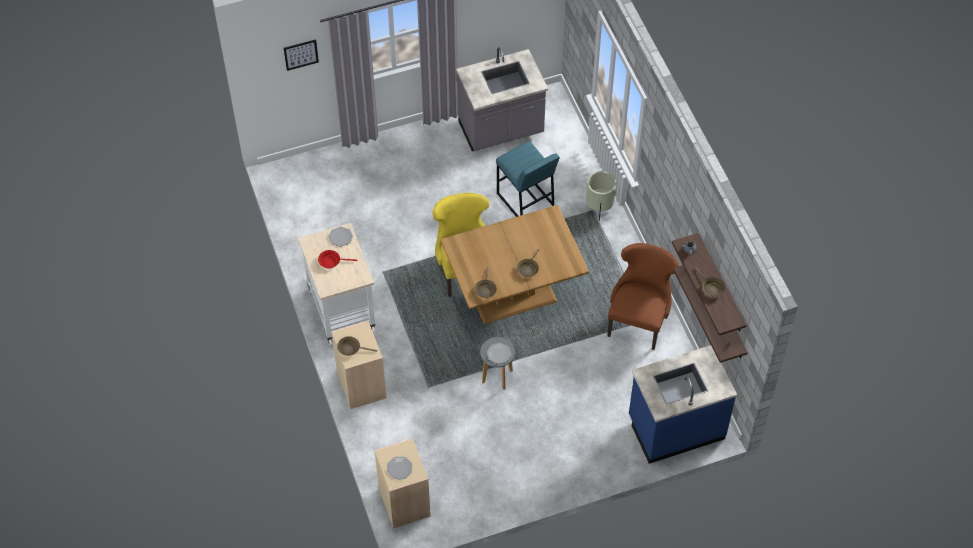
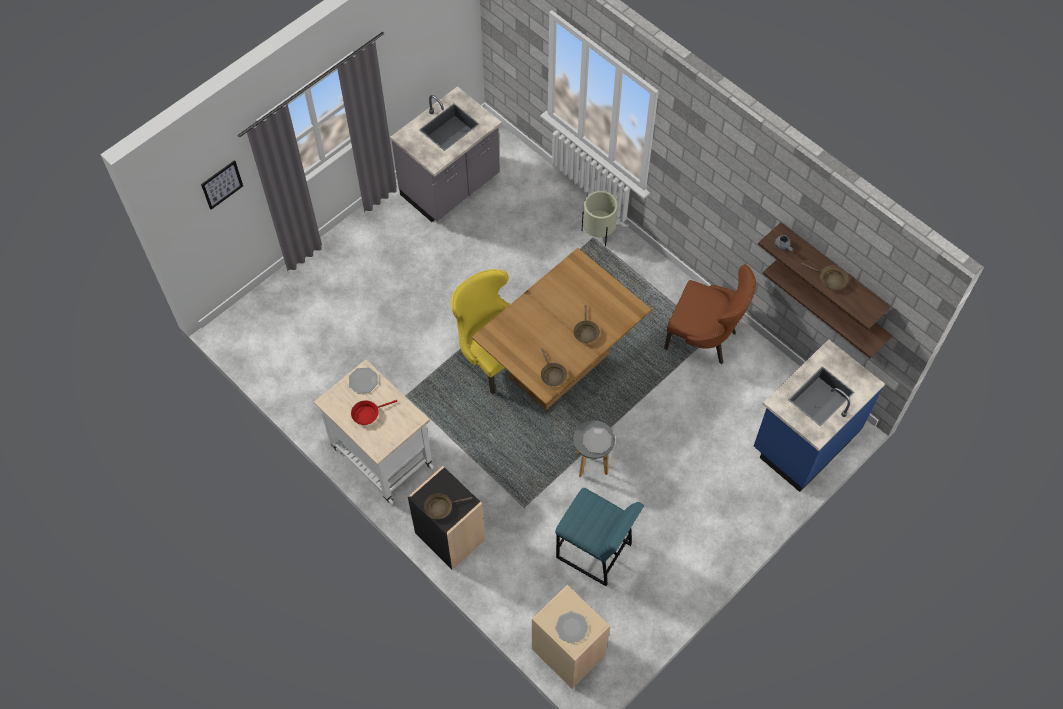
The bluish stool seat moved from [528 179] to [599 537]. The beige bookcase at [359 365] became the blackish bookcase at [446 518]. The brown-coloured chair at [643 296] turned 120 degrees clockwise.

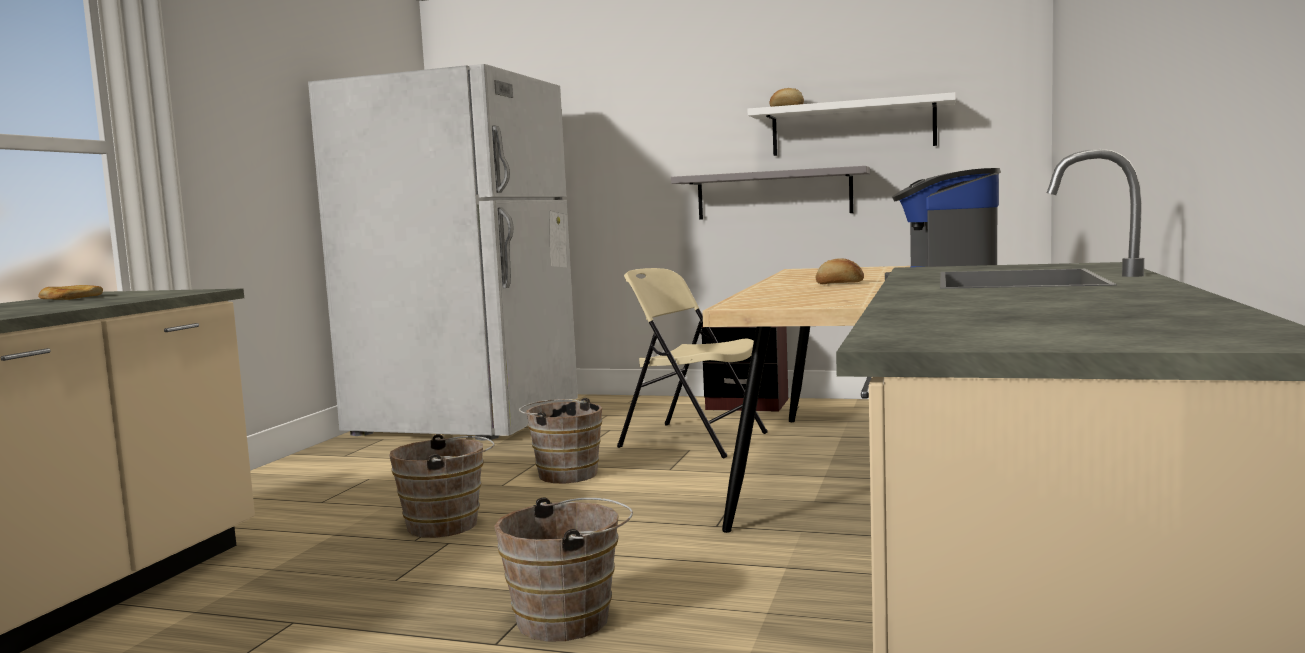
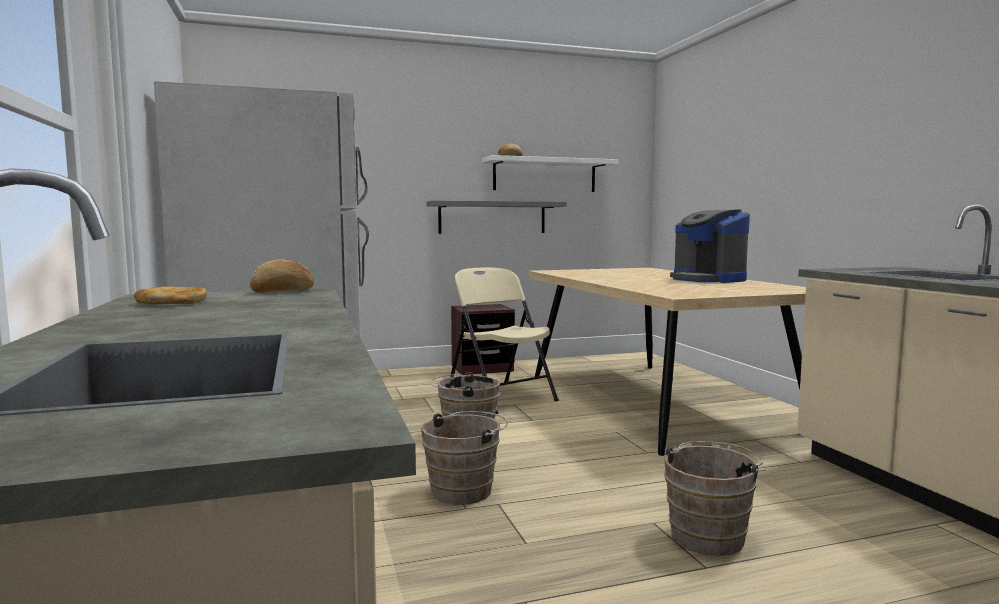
The baked bread moved from [840 271] to [282 276]. The beige chair at [692 363] turned 60 degrees clockwise.

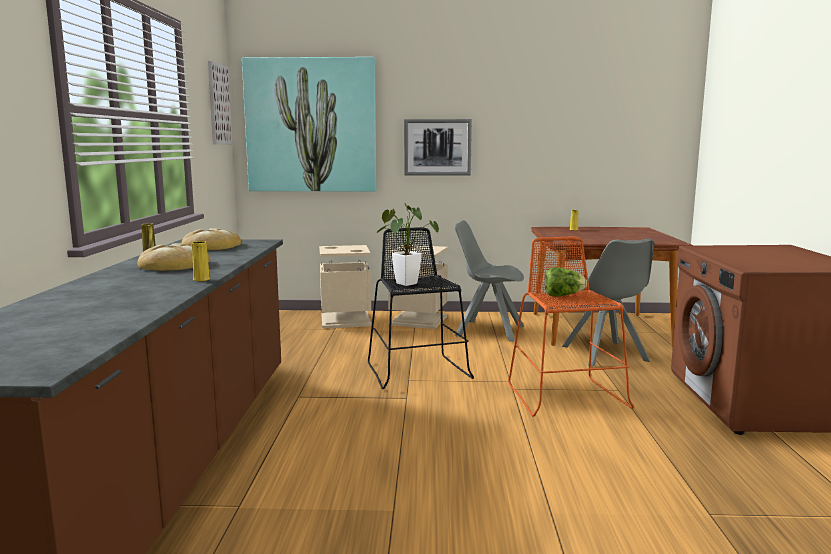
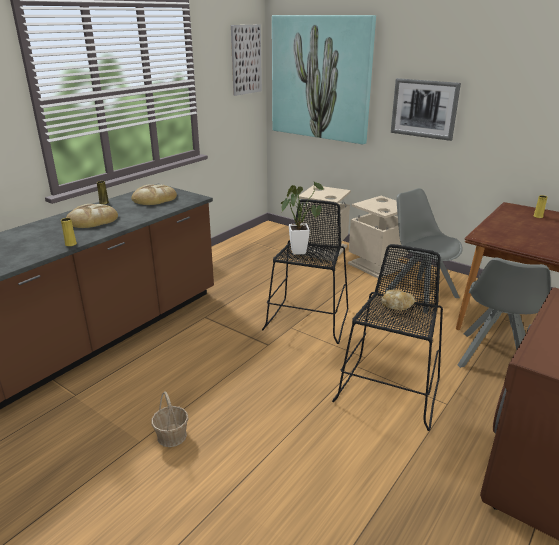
The household basket at [170 419] appeared. The lettuce head at [566 282] was replaced by the baked bread at [398 300]. The orange stool seat at [571 326] became the blackish stool seat at [387 337].

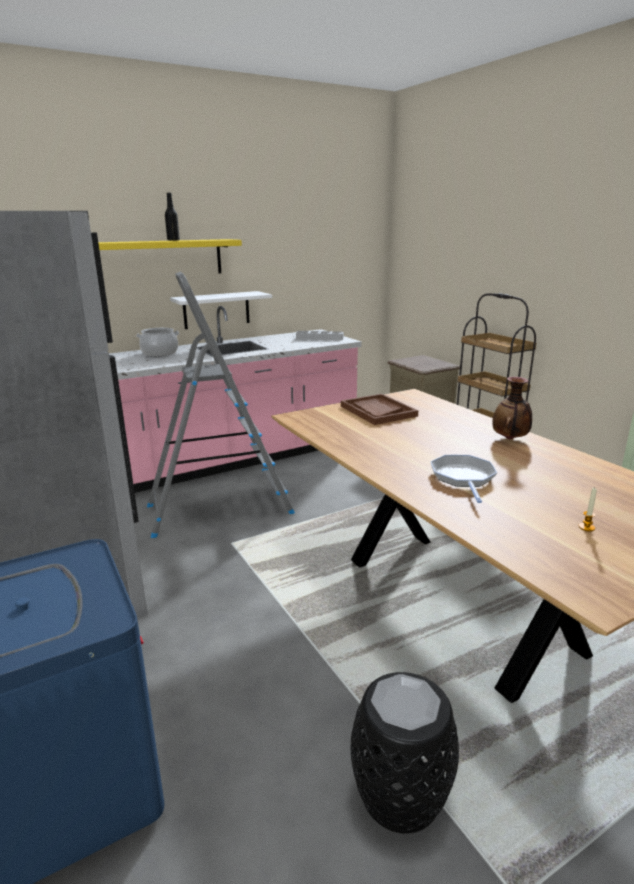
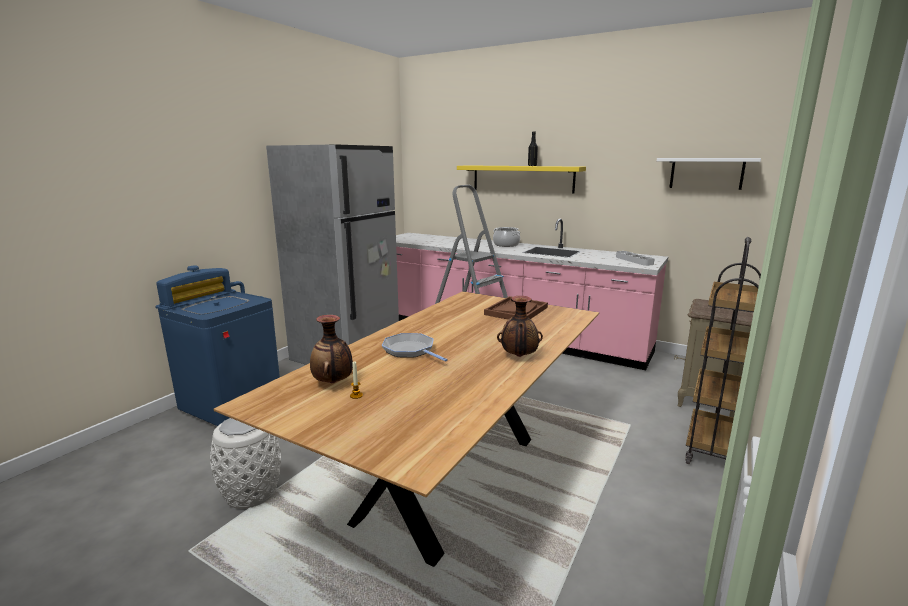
The decorative vase at [331 349] appeared. The whitish bracket shelf moved from [221 310] to [709 174]. The blackish stool seat at [405 753] became the whitish stool seat at [245 465]. The skillet at [464 479] turned 105 degrees counterclockwise.

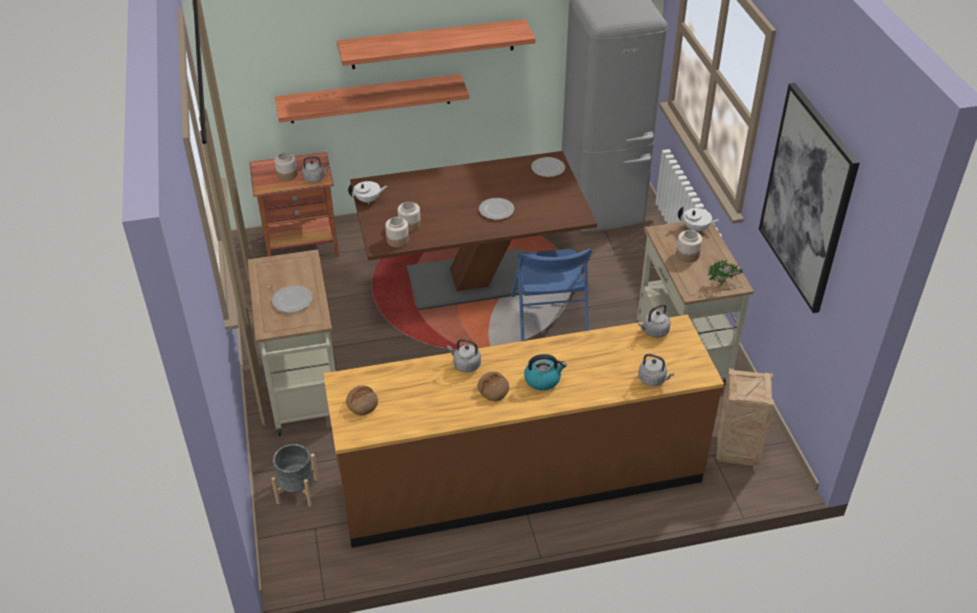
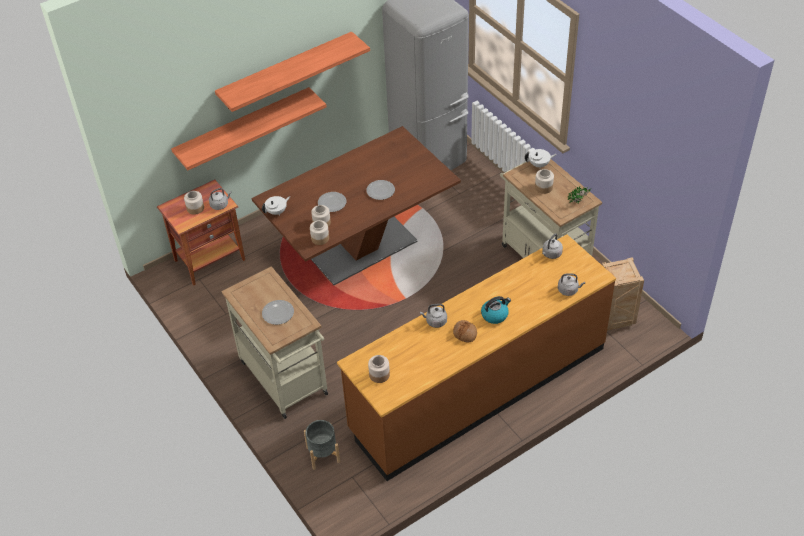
The bluish chair at [551 295] disappeared. The wall picture at [809 198] disappeared. The plate moved from [548 167] to [332 202]. The baked bread at [362 401] was replaced by the preserve jar at [379 369].

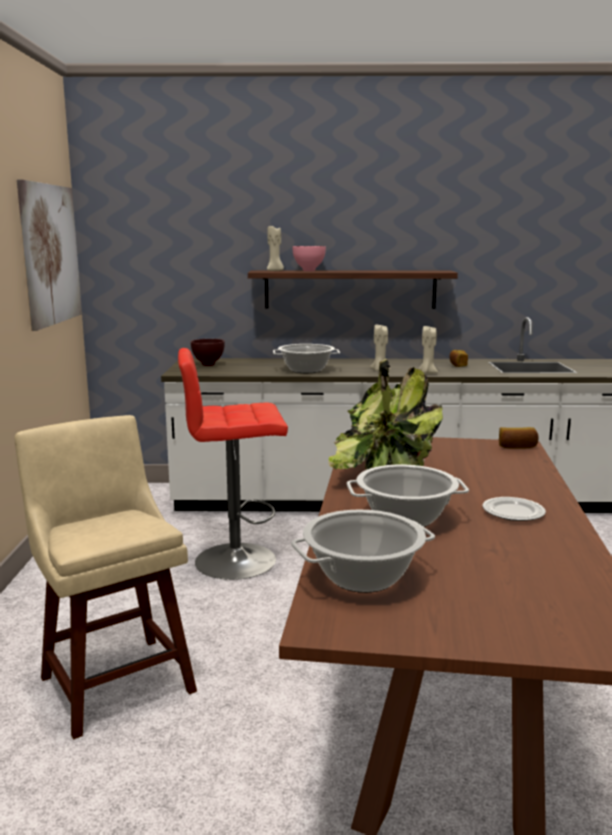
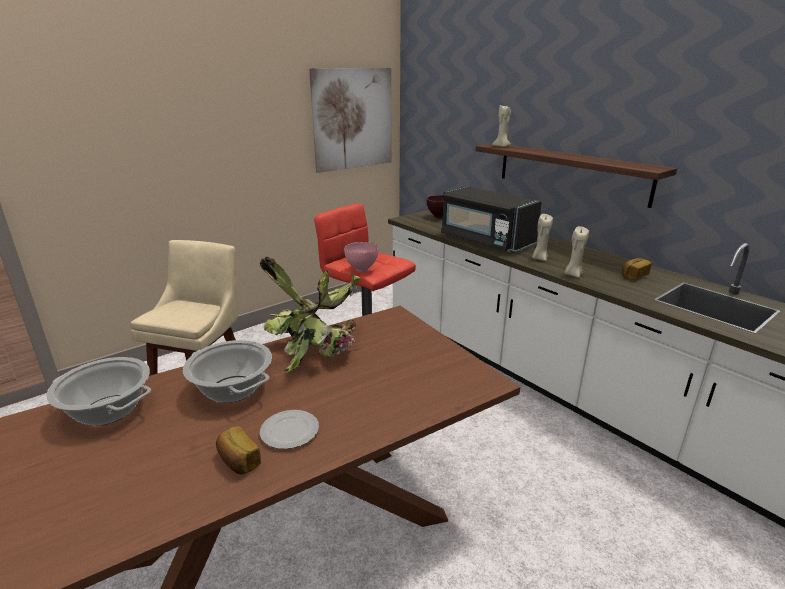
The pink bowl moved from [309 258] to [361 257]. The baked bread moved from [519 438] to [238 450]. The saucepot at [306 358] was replaced by the blackish kitchen microwave at [491 219].

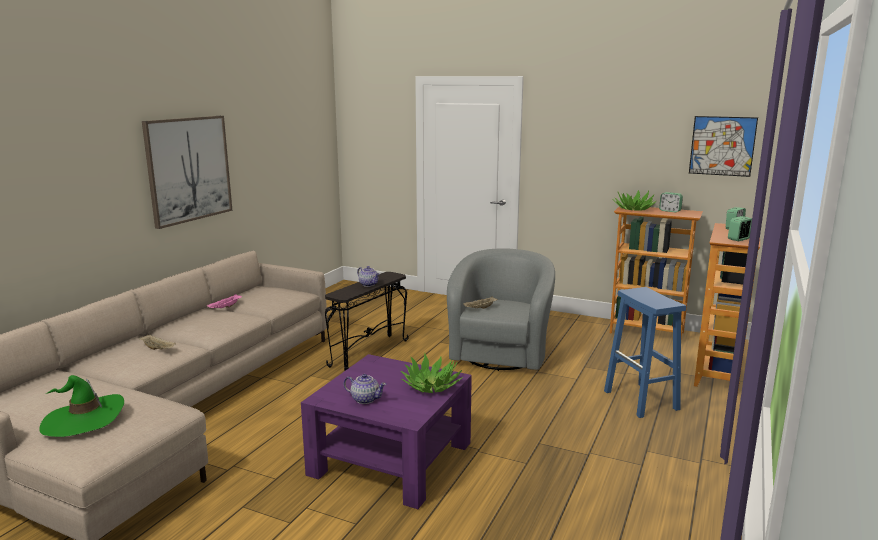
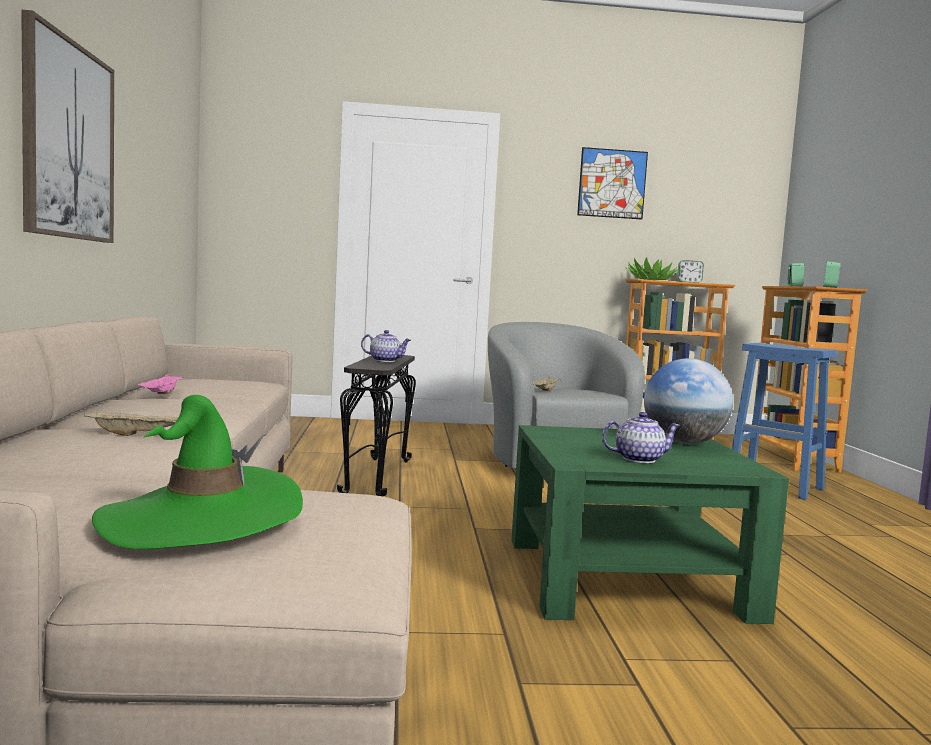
The wall picture moved from [723 146] to [612 183]. The plant in a pot at [432 373] was replaced by the desk globe at [688 401]. The purple low table at [386 431] became the green low table at [650 524].

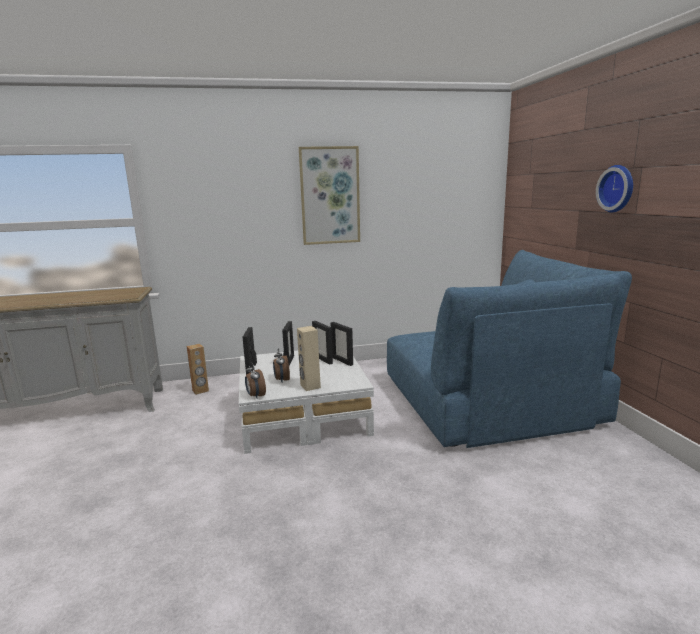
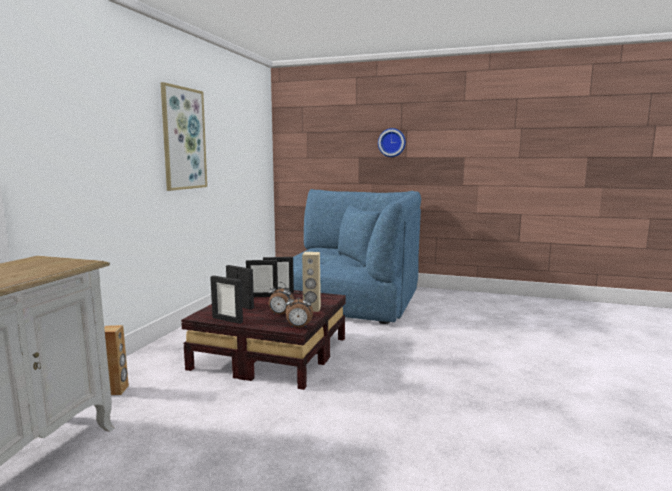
The whitish low table at [306 402] became the brown-coloured low table at [263 340].

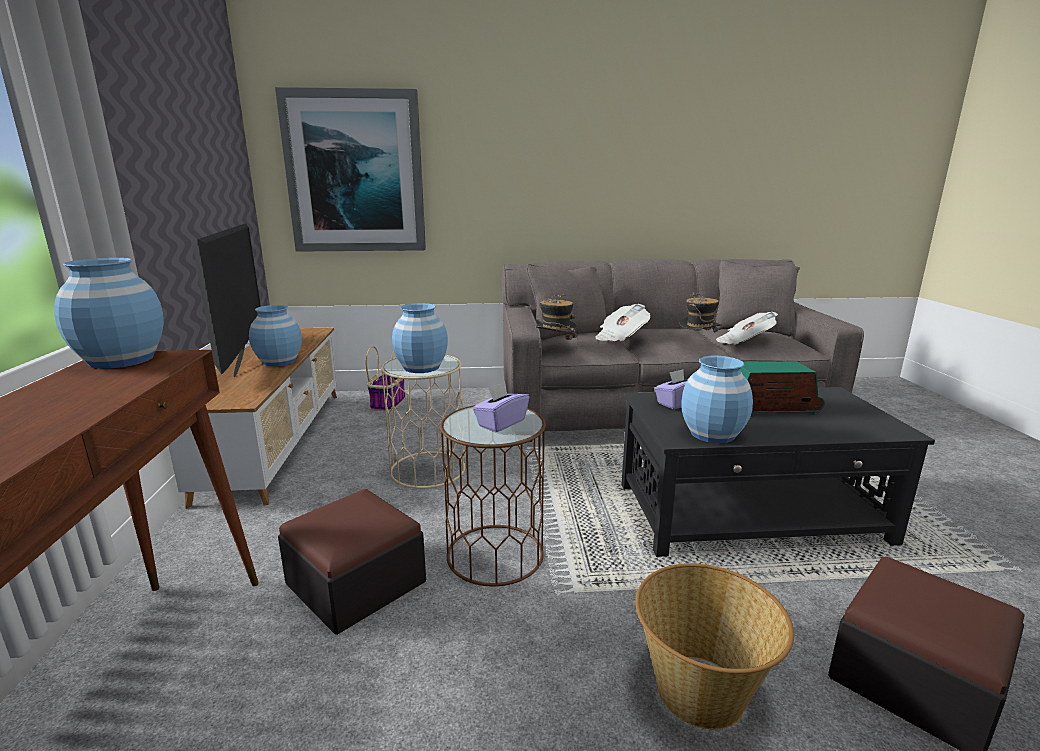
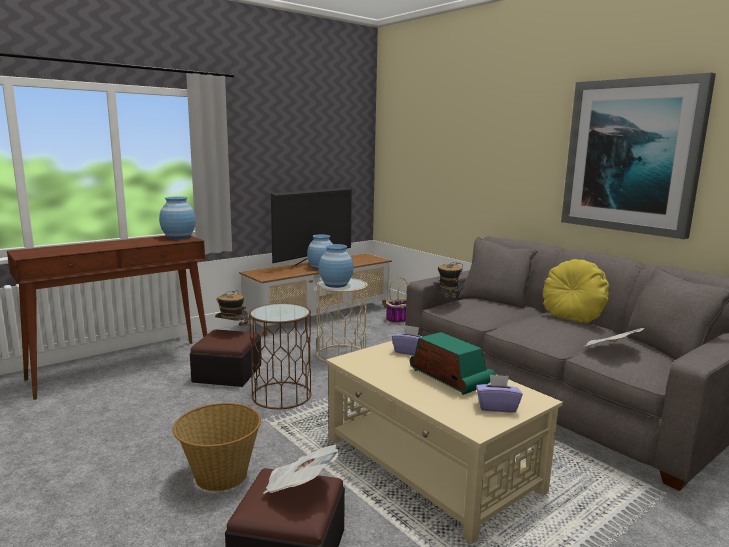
The bluish decorative vase at [717 399] disappeared. The yellow cushion at [576 291] appeared. The wall picture moved from [350 169] to [638 155]. The purple box of tissues moved from [501 407] to [499 393]. The printed paper moved from [623 322] to [301 469]. The wearable hat moved from [700 312] to [232 308]. The blackish low table at [778 472] became the beige low table at [444 442].

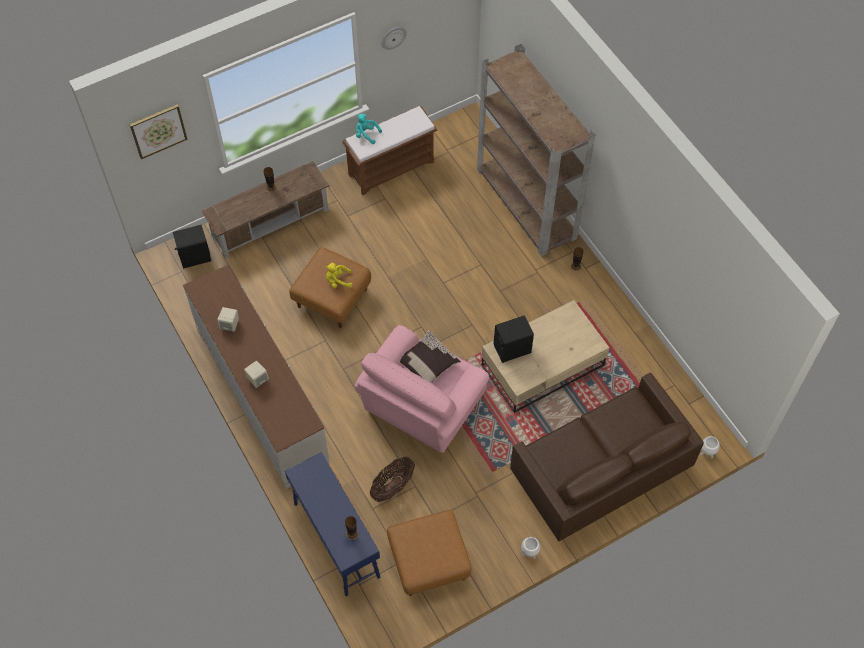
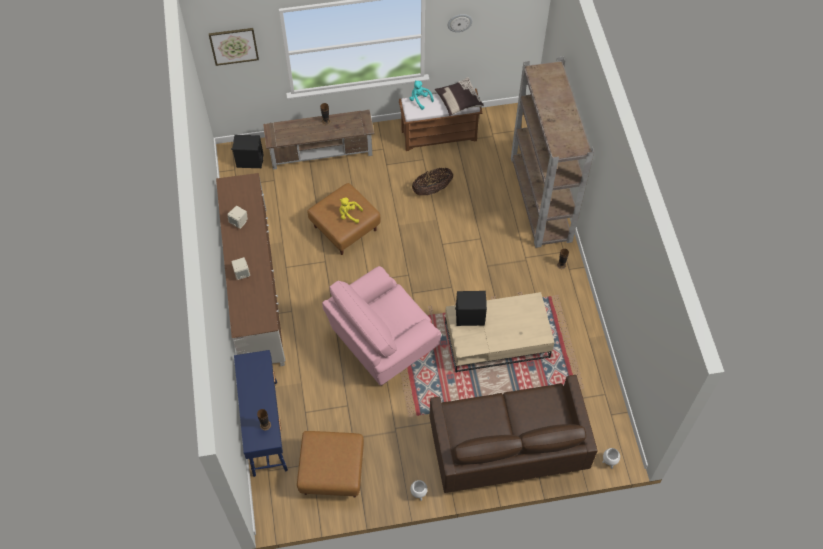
The household basket moved from [392 479] to [432 181]. The cushion moved from [430 356] to [459 96].

